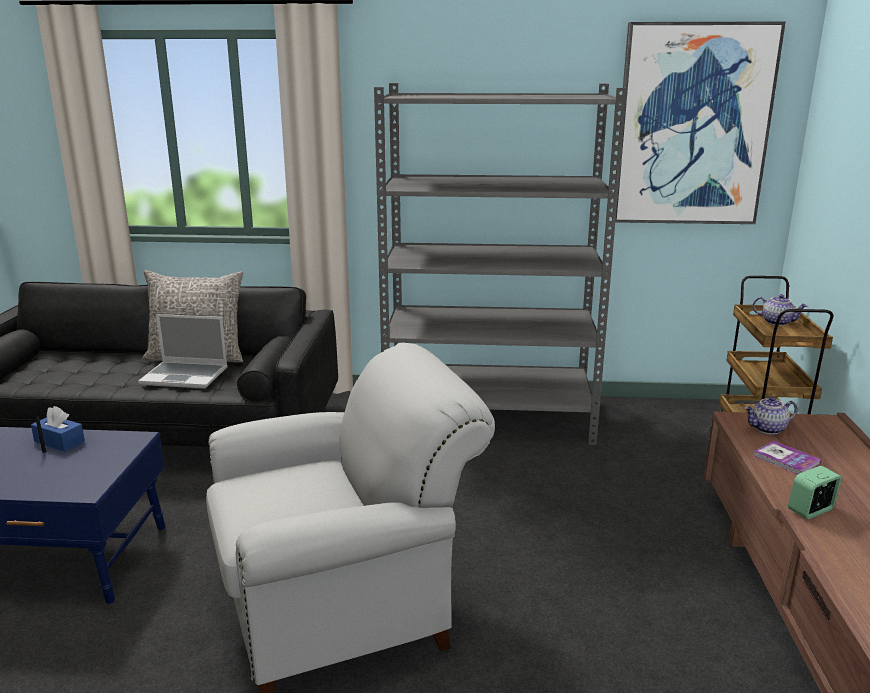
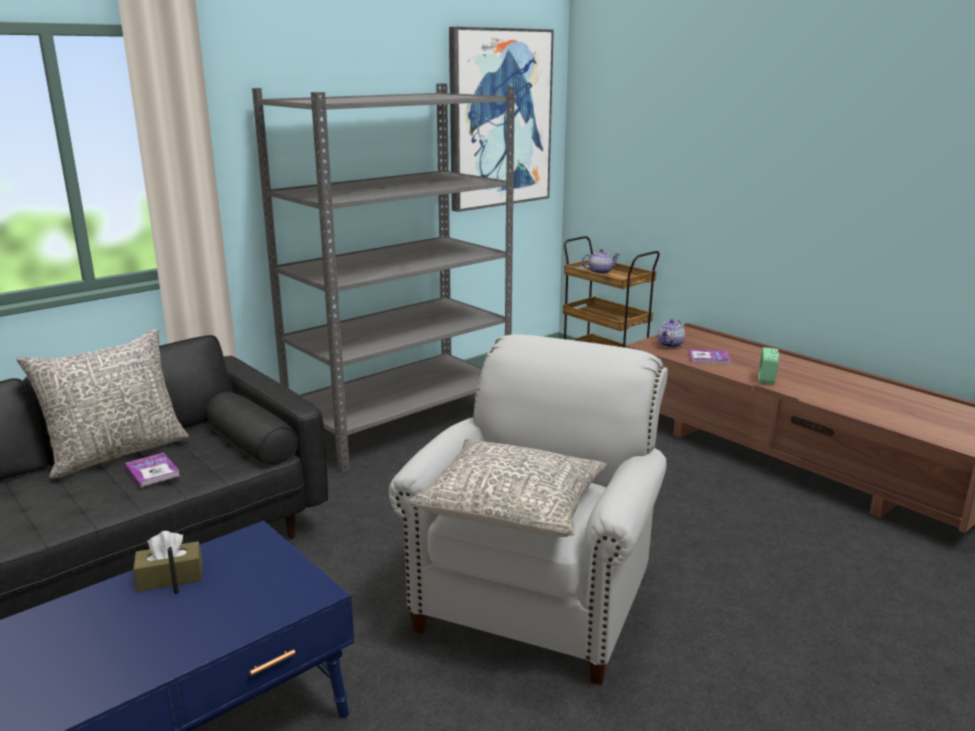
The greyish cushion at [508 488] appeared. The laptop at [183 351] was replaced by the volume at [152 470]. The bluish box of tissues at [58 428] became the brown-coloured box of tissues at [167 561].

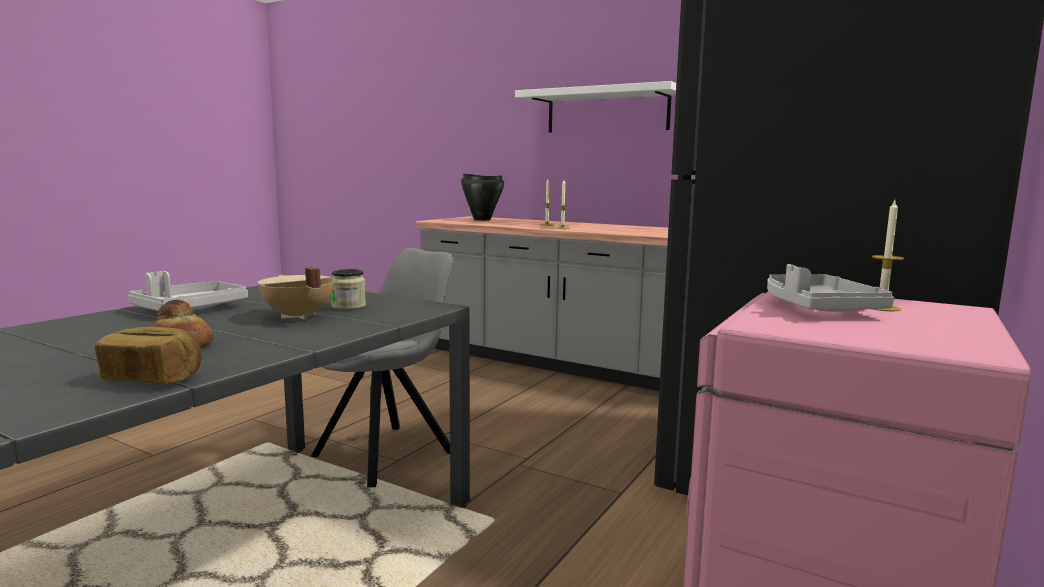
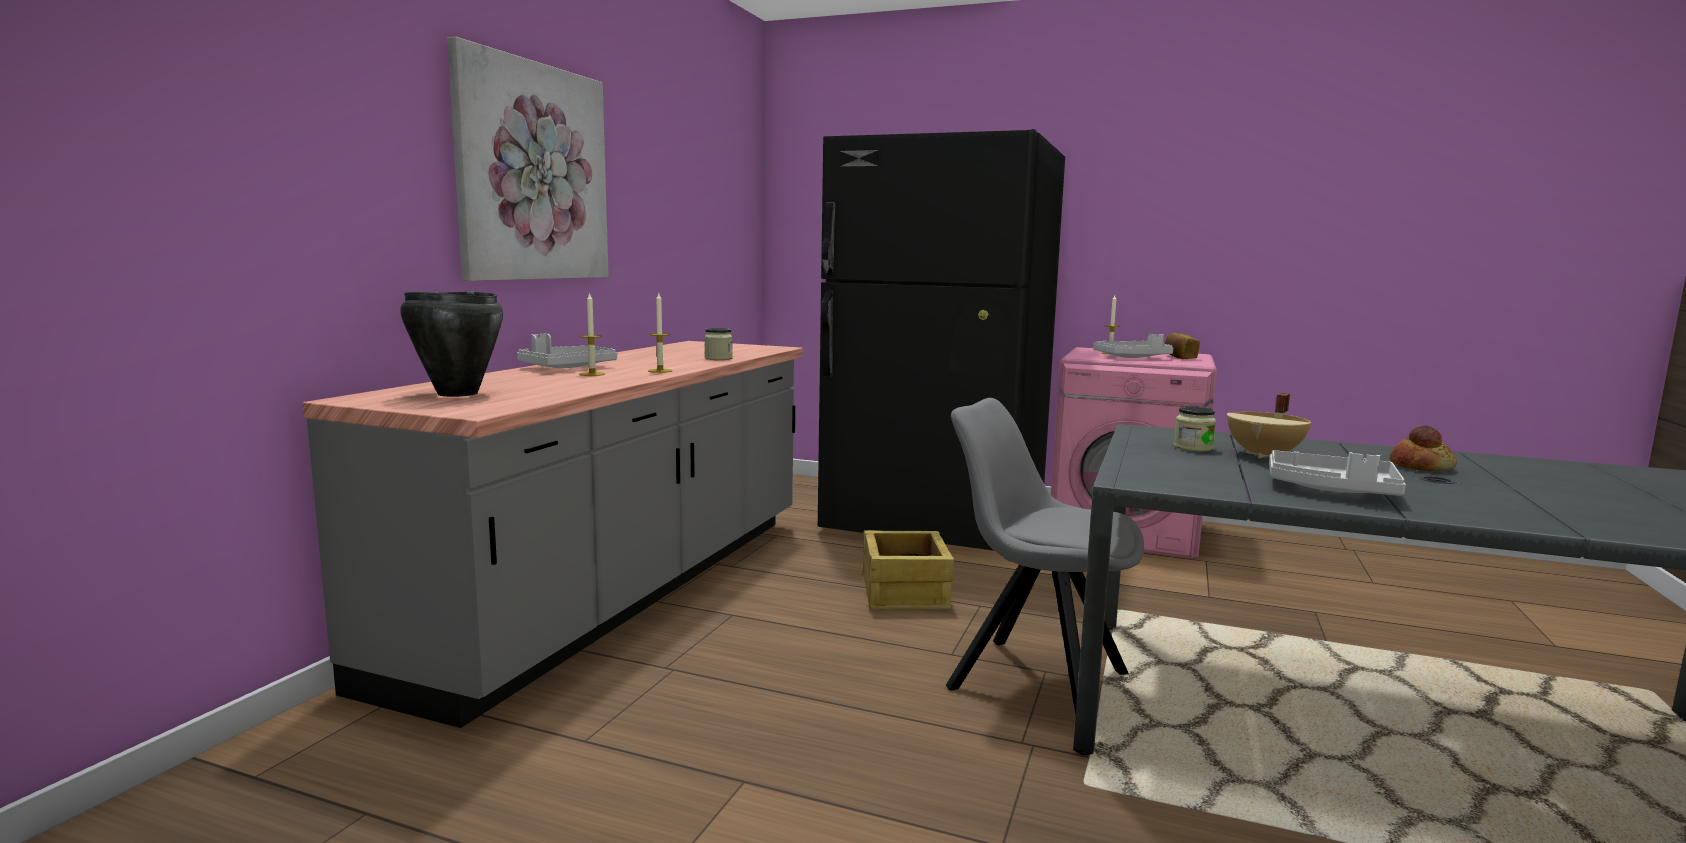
The greyish carrying tray at [567 351] appeared. The preserve jar at [718 344] appeared. The crate at [908 570] appeared. The baked bread moved from [148 355] to [1182 346]. The whitish bracket shelf at [595 107] was replaced by the wall picture at [528 159].

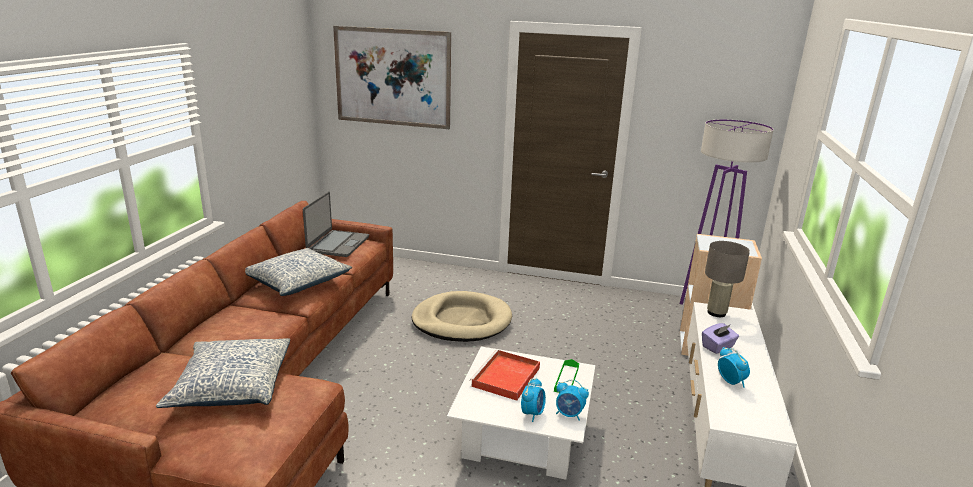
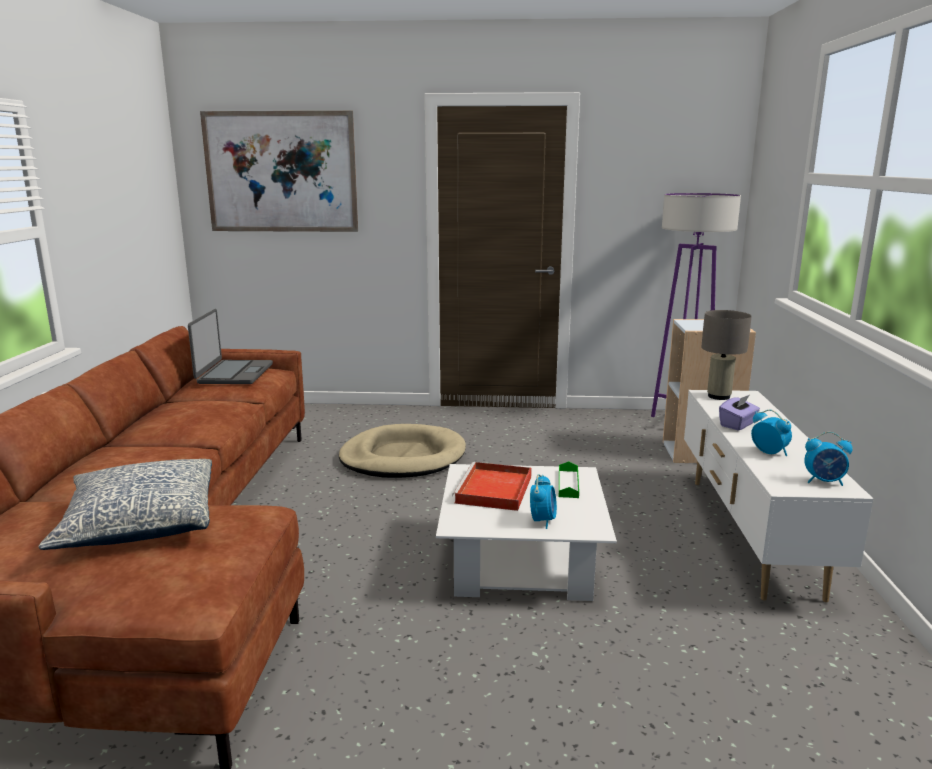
The cushion at [298 272] disappeared. The alarm clock moved from [572 400] to [828 459].

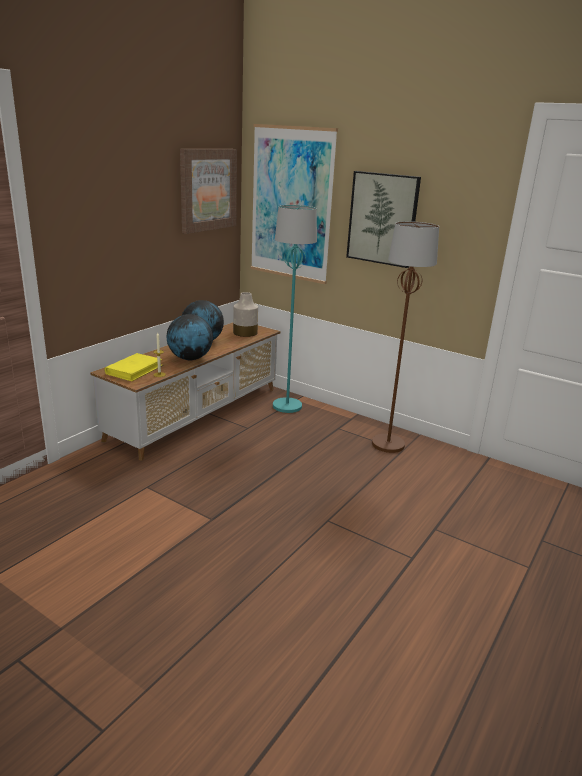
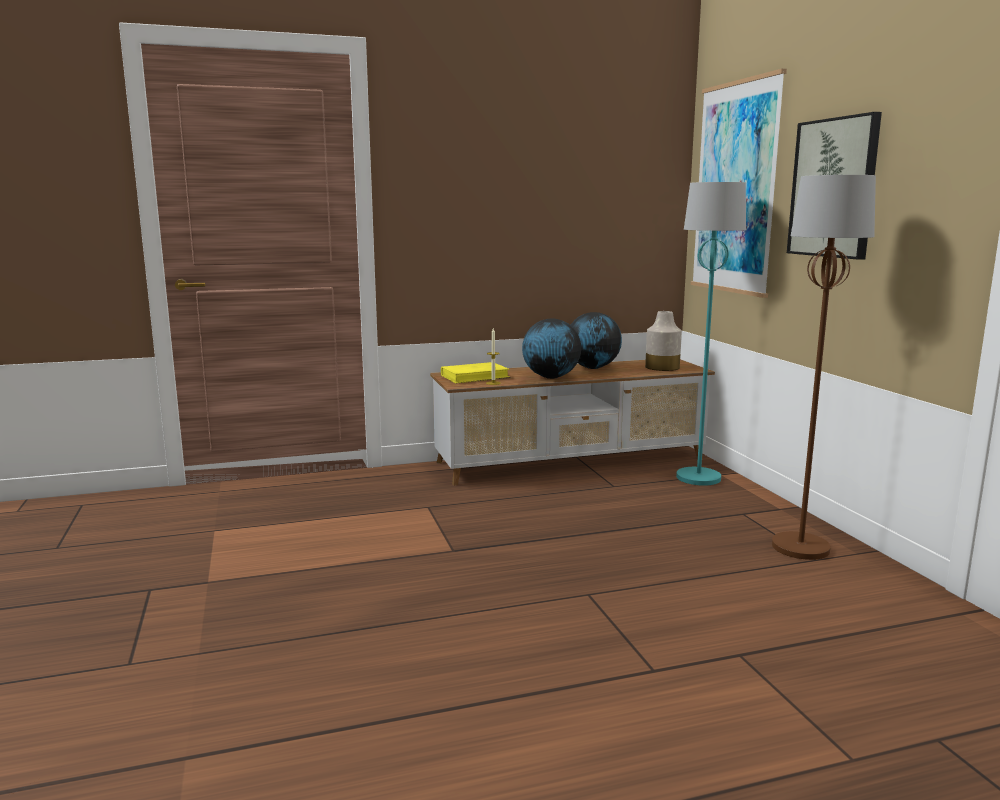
The wall picture at [208 191] disappeared.

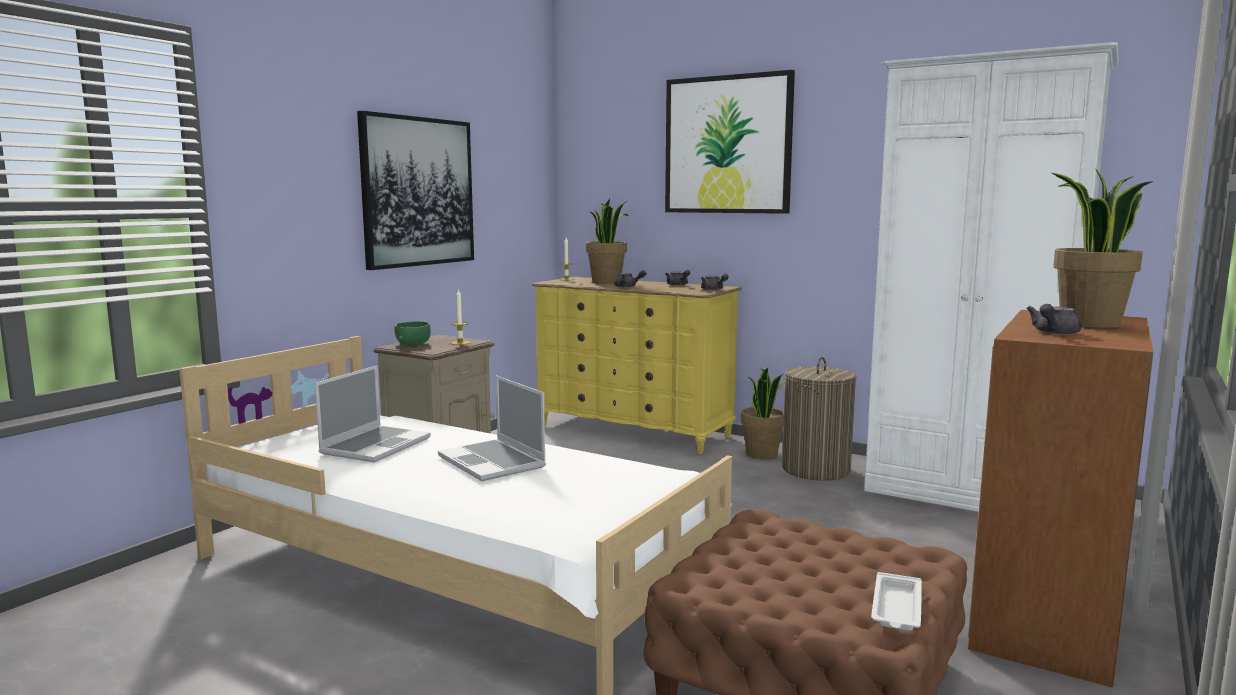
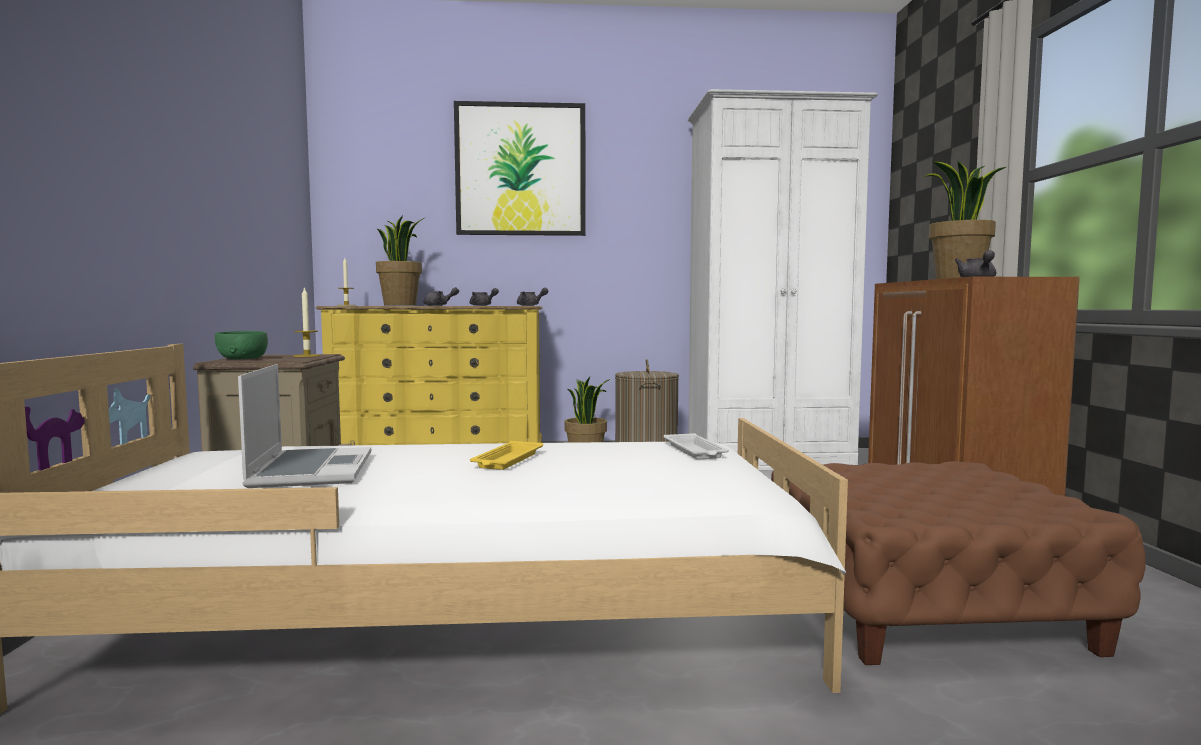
The wall picture at [415 190] disappeared. The whitish carrying tray moved from [896 601] to [696 446]. The laptop at [492 428] was replaced by the yellow carrying tray at [506 455].

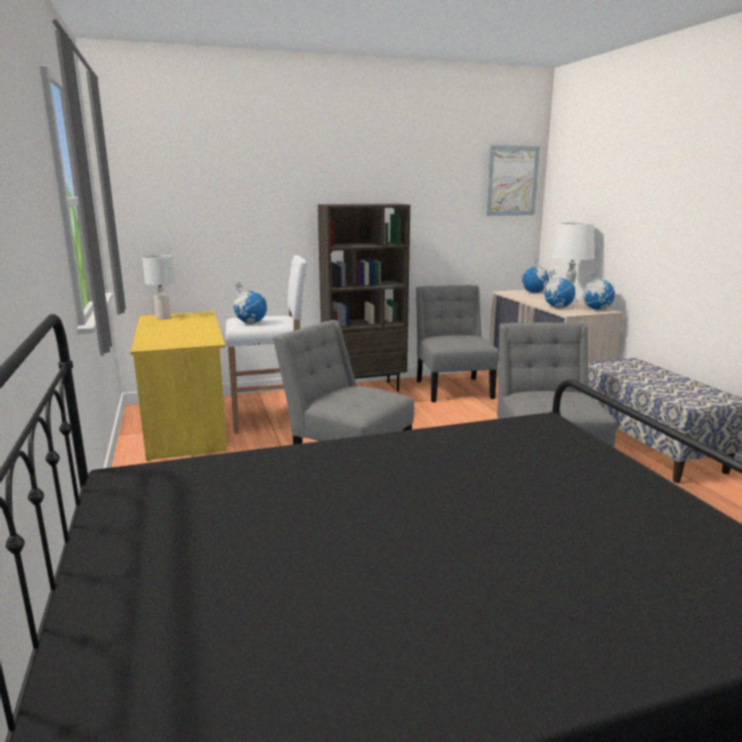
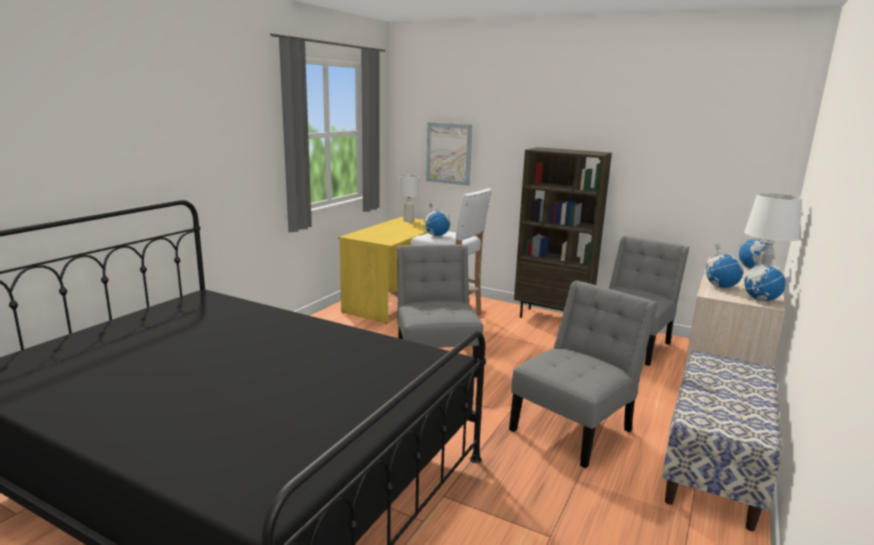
The wall picture moved from [513 180] to [449 154].

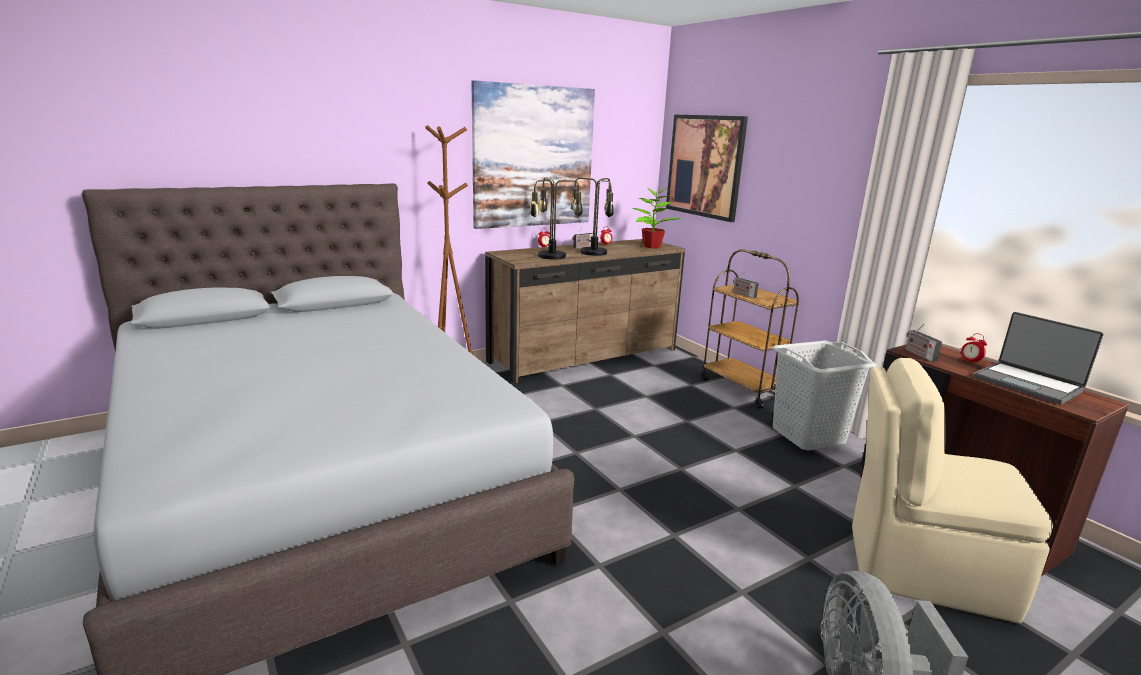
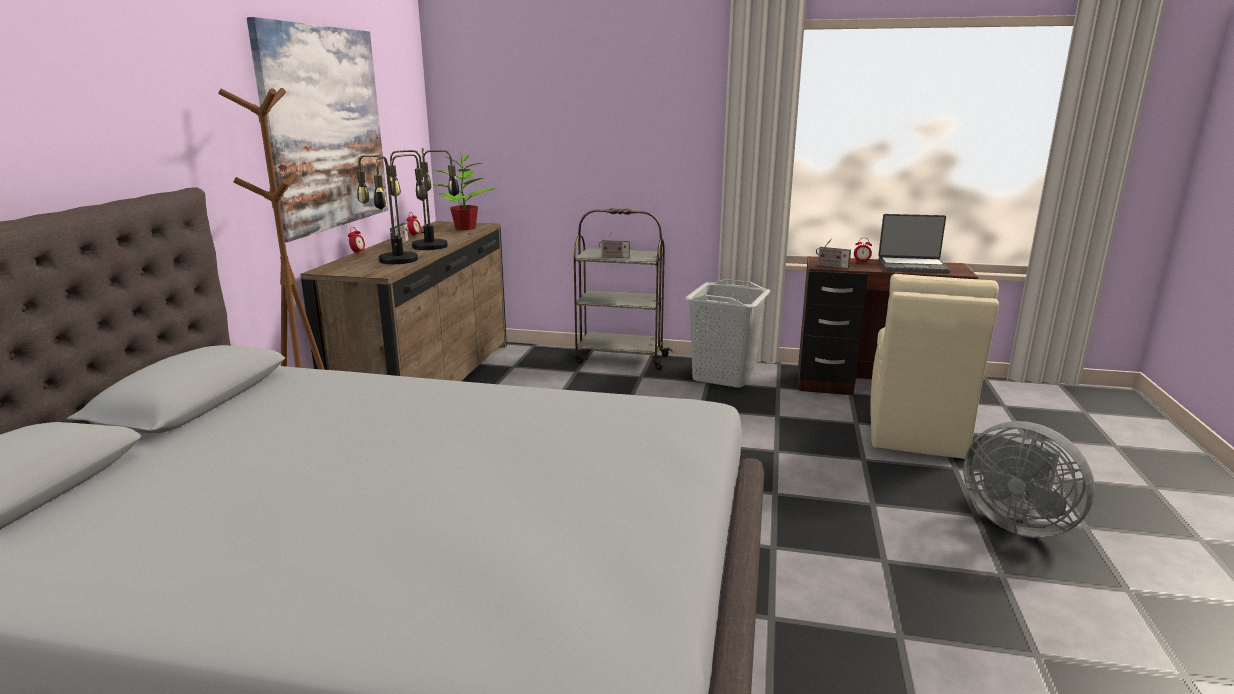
The wall picture at [707 168] disappeared. The brown-coloured wheeled cart at [750 329] became the greyish wheeled cart at [623 289]. The beige chair at [952 490] turned 45 degrees counterclockwise.

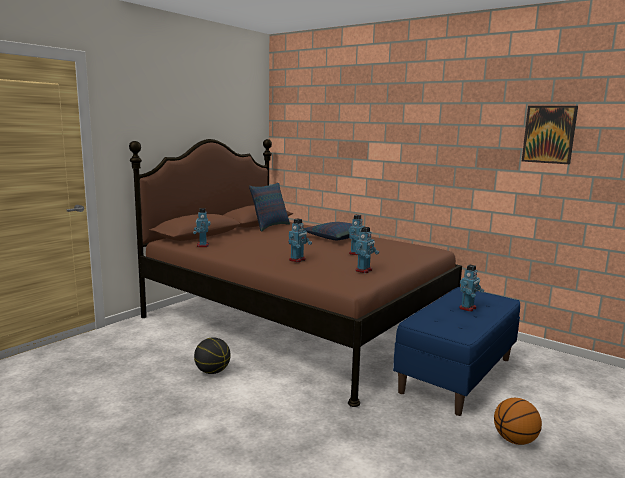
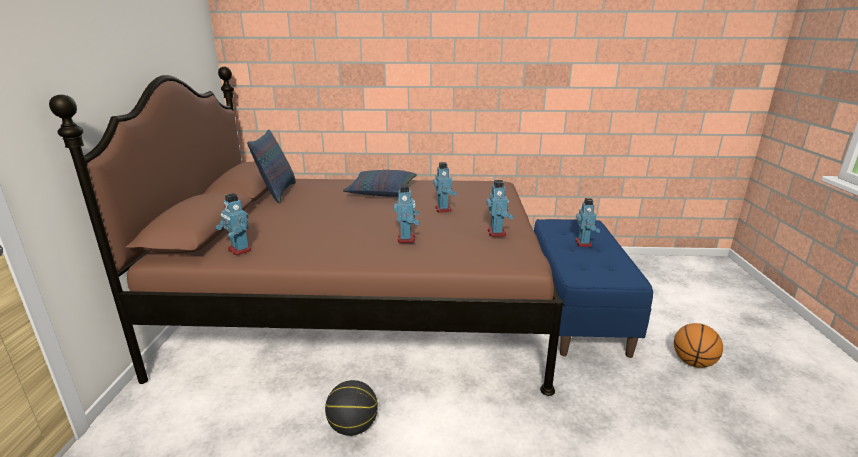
The wall picture at [550 135] disappeared.

